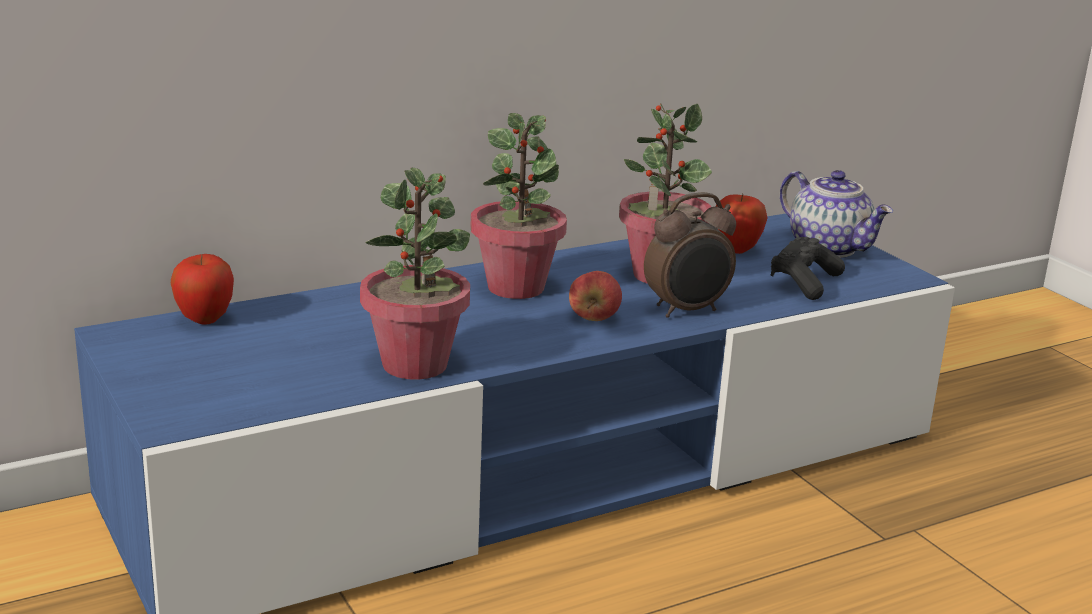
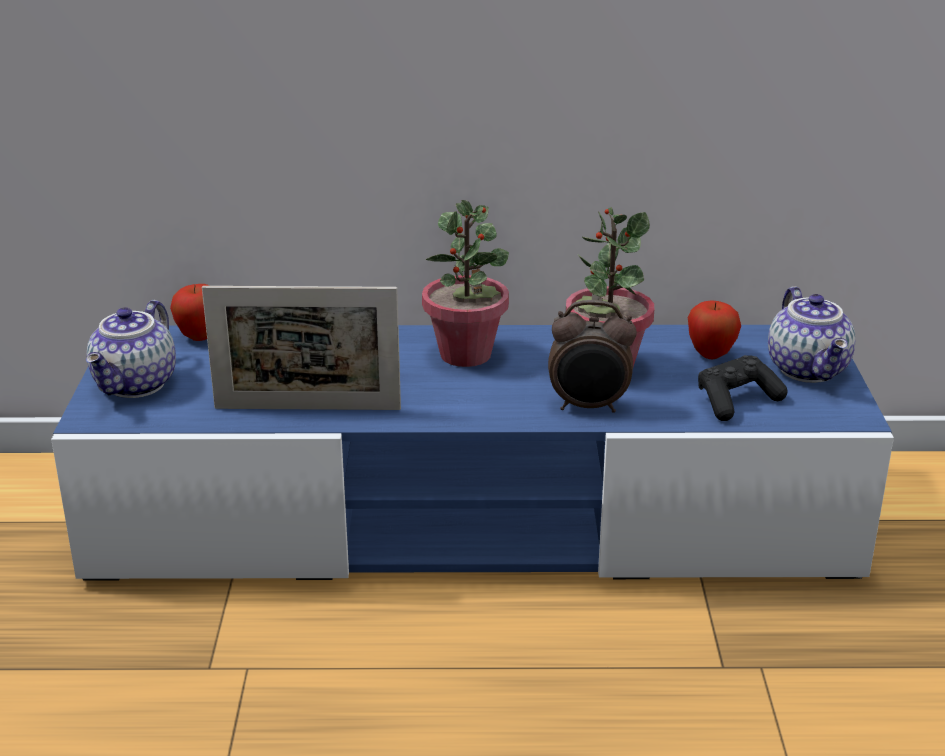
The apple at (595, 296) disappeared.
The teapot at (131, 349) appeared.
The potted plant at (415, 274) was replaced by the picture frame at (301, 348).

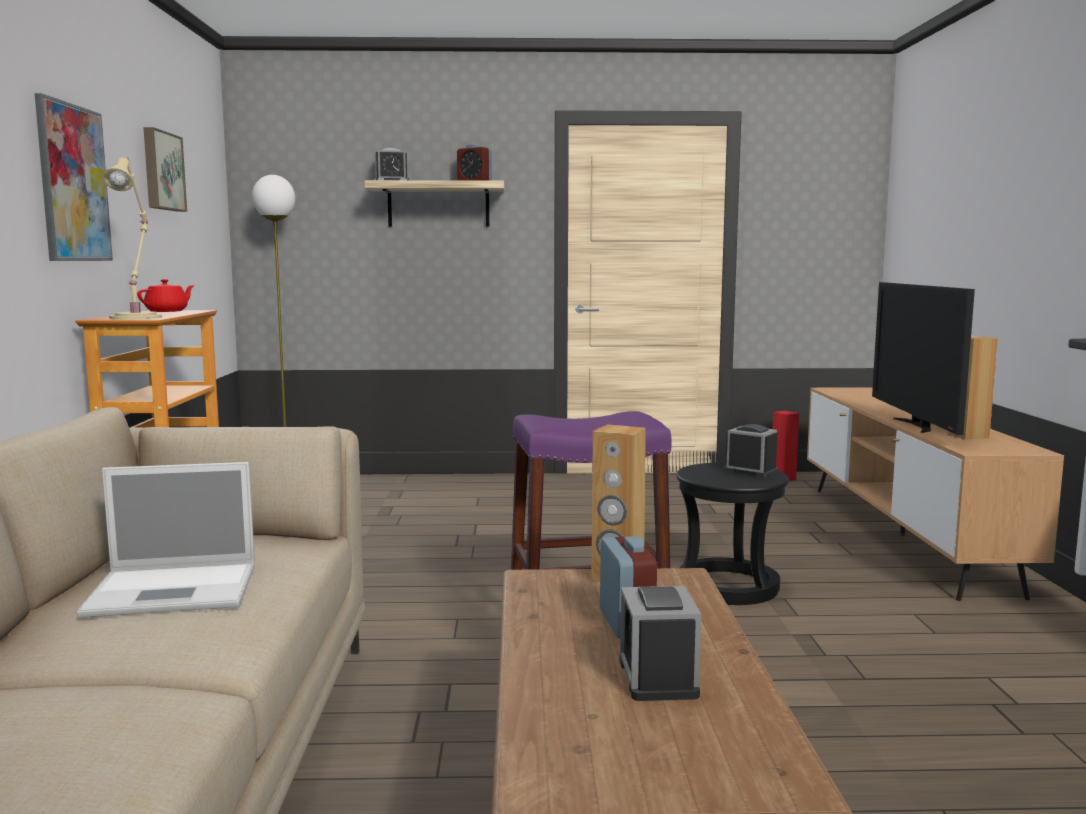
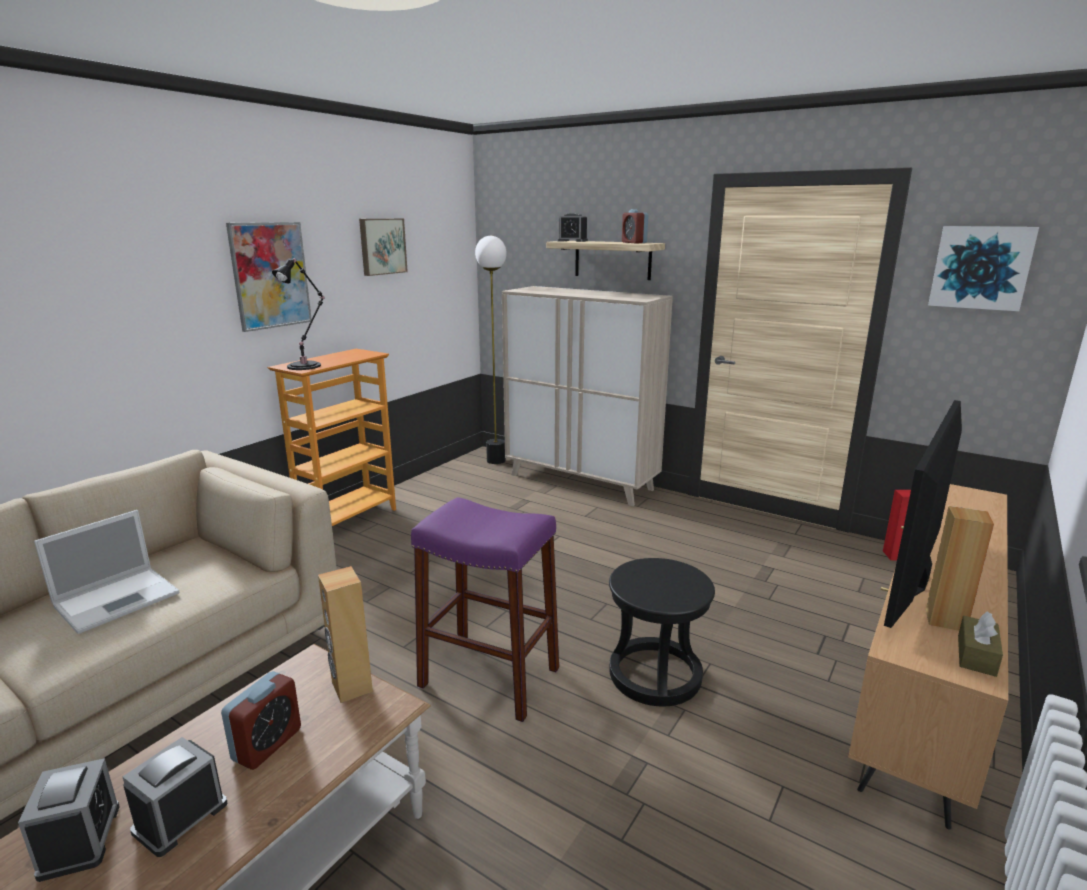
The teapot (red-coloured) at (166, 295) disappeared.
The cupboard (beige-coloured) at (587, 396) appeared.
The wall art at (983, 268) appeared.
The tissue box (brown) at (980, 644) appeared.
The bedside clock moved from (751, 450) to (69, 820).
The tabletop lamp (beige-coloured) at (132, 238) became the tabletop lamp (blackish) at (298, 314).
The notebook computer at (165, 540) turned 75 degrees counterclockwise.

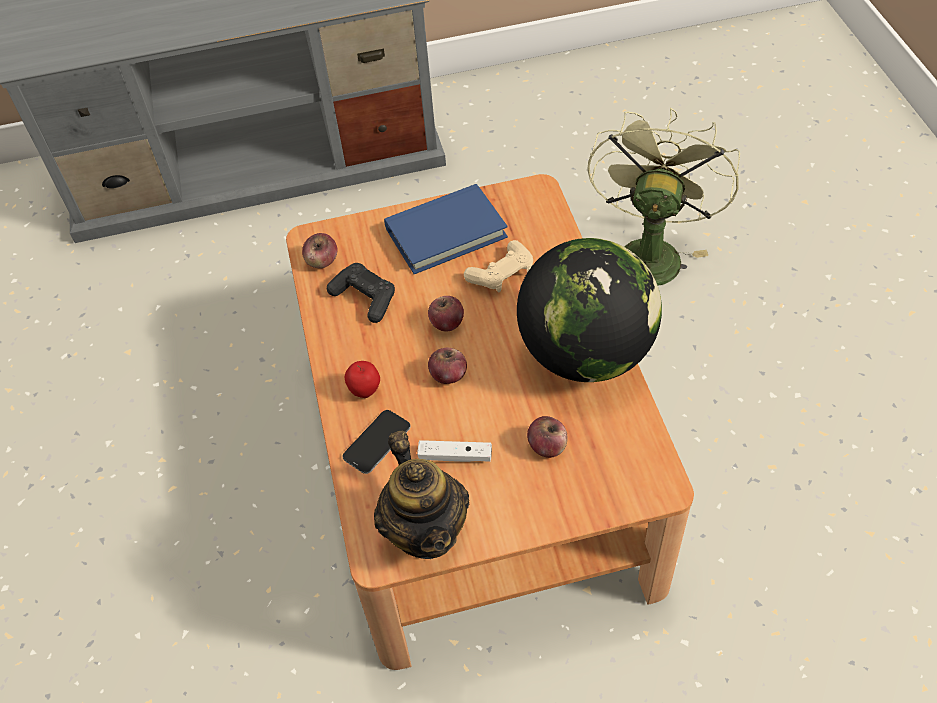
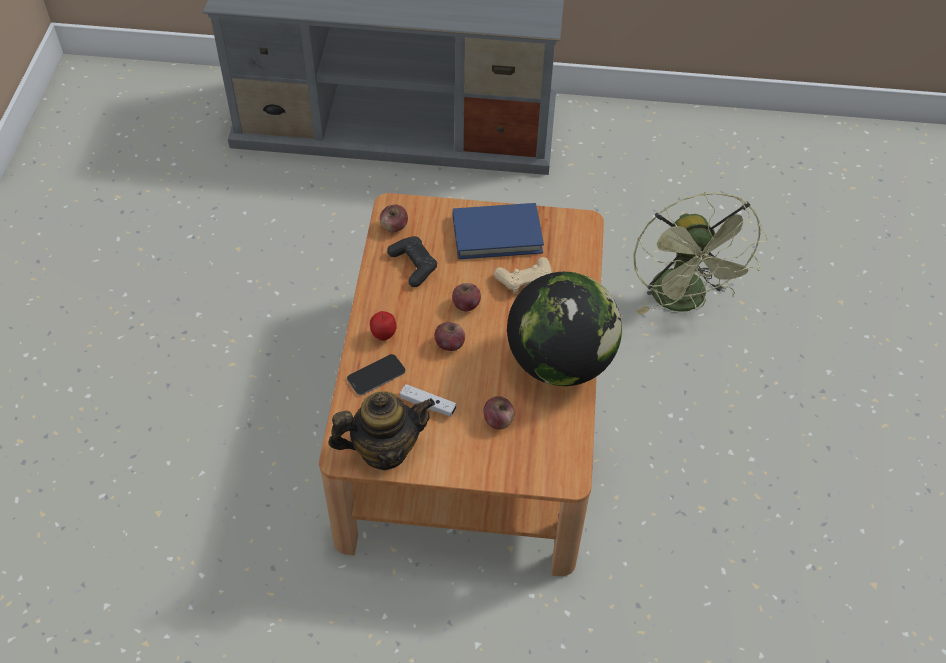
The teapot at (421, 495) turned 105 degrees counterclockwise.
The cooling fan (green-coloured) at (663, 197) turned 135 degrees clockwise.

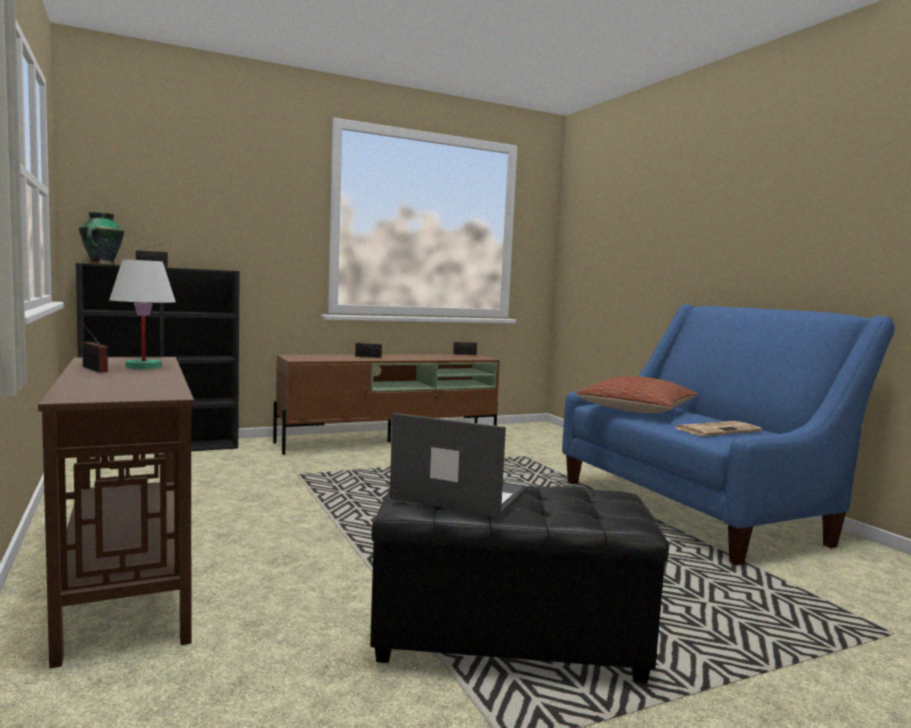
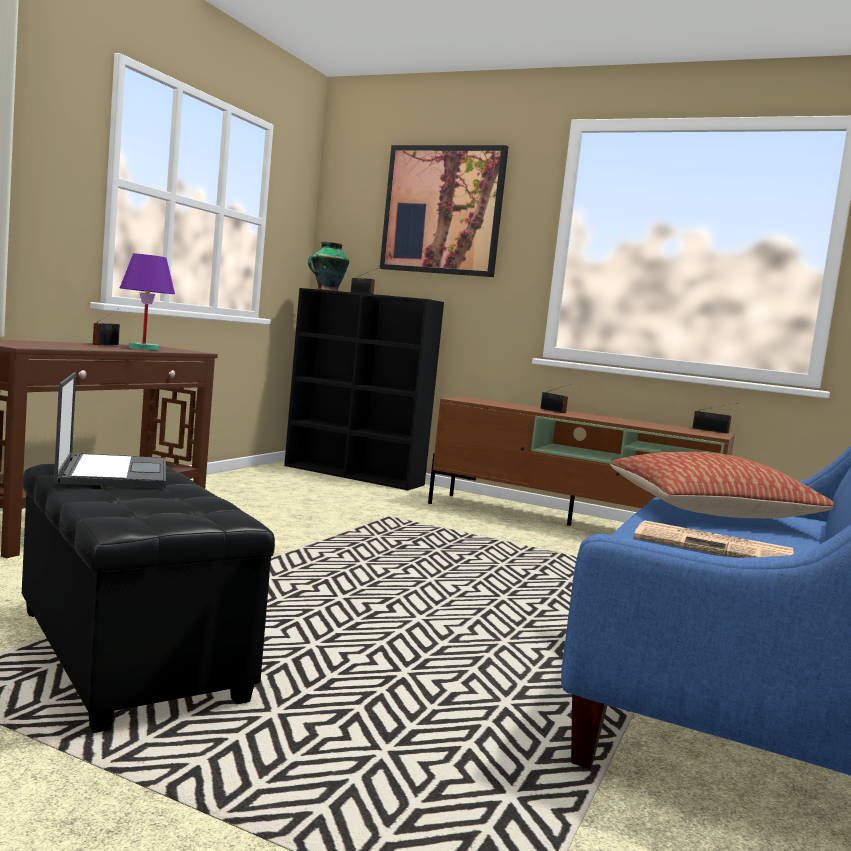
The wall art at (444, 211) appeared.
The tabletop lamp (white) at (142, 314) became the tabletop lamp (purple) at (147, 302).

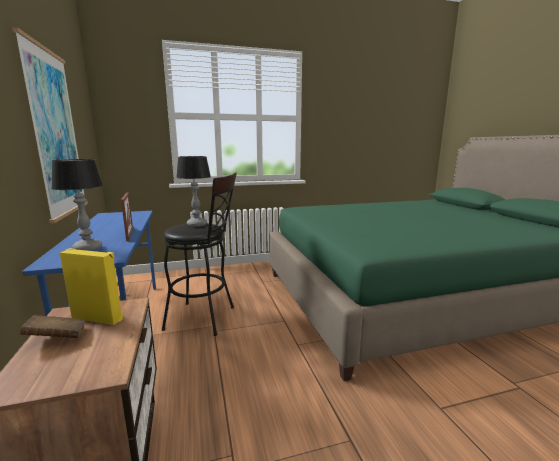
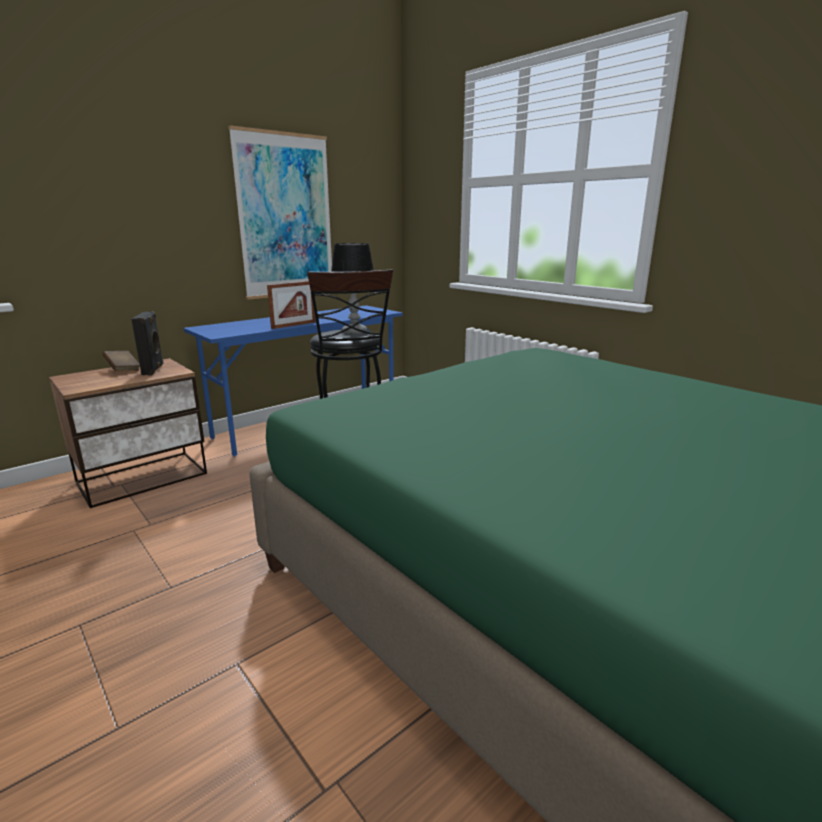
The tabletop lamp at (77, 205) disappeared.
The loudspeaker (yellow-coloured) at (91, 286) became the loudspeaker (blackish) at (147, 343).

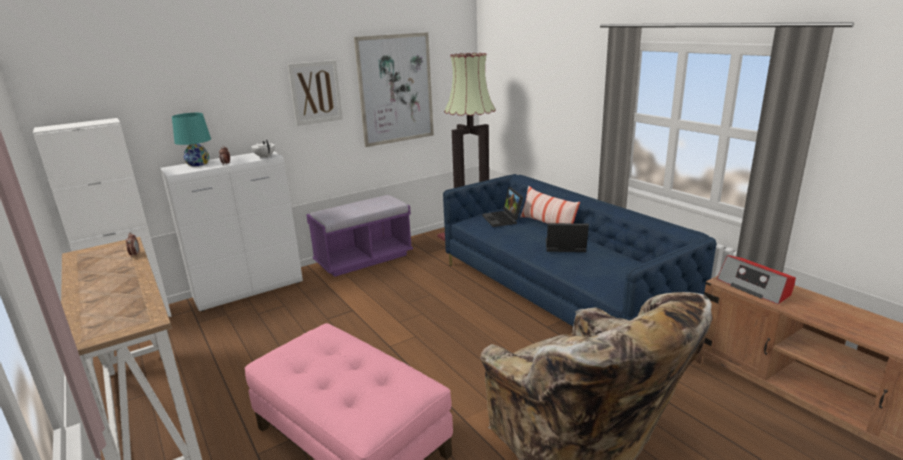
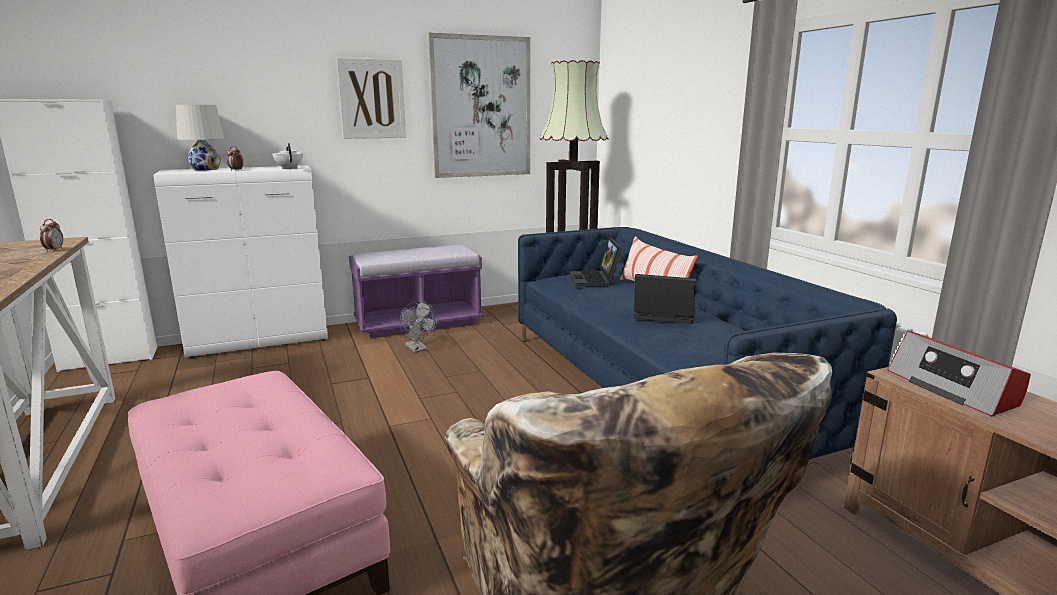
The cooling fan (grey) at (418, 327) appeared.
The tabletop lamp (turquoise-coloured) at (191, 139) became the tabletop lamp (white) at (200, 138).

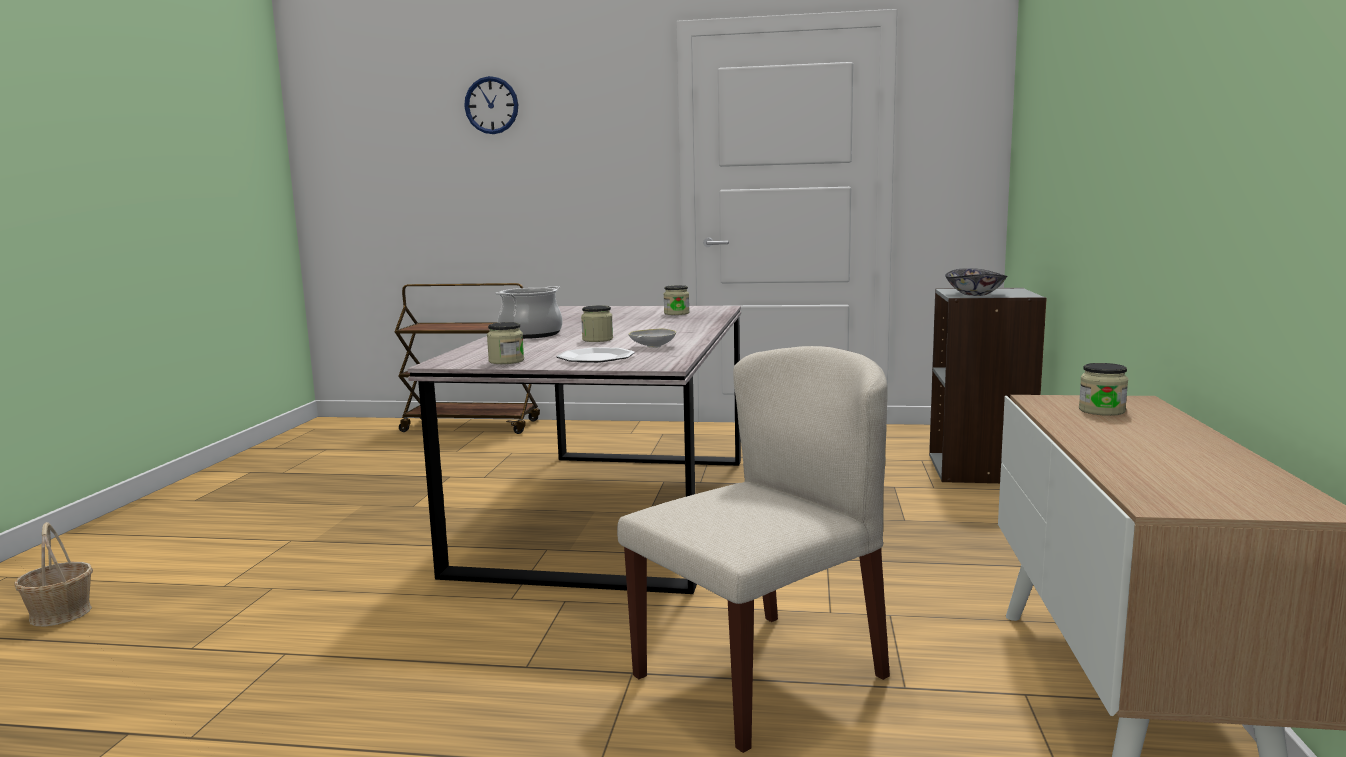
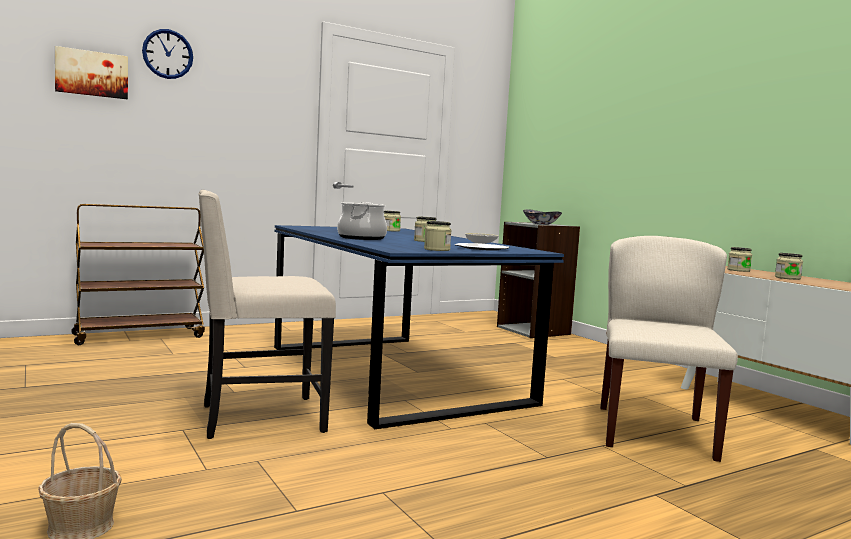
The wall art at (91, 72) appeared.
The chair (beige-coloured) at (267, 314) appeared.
The jar at (789, 266) appeared.
The dinner table (grey) at (574, 450) became the dinner table (bluish) at (419, 327).

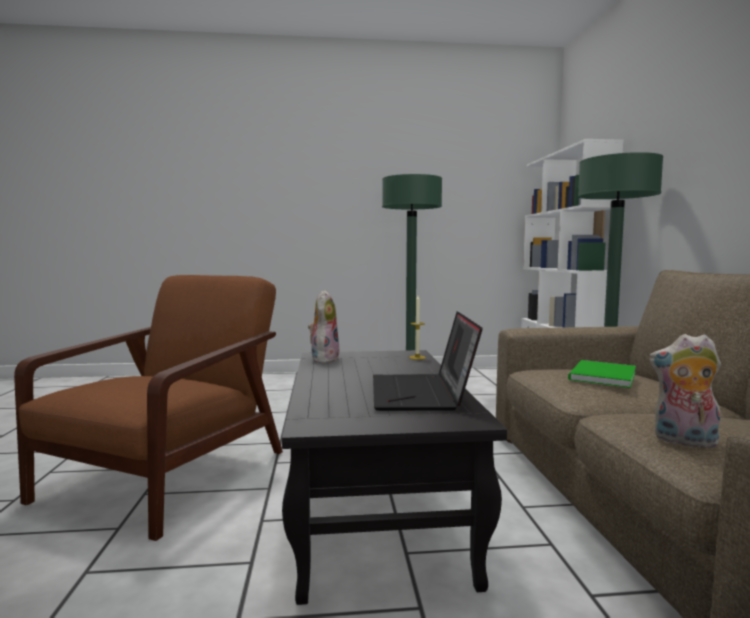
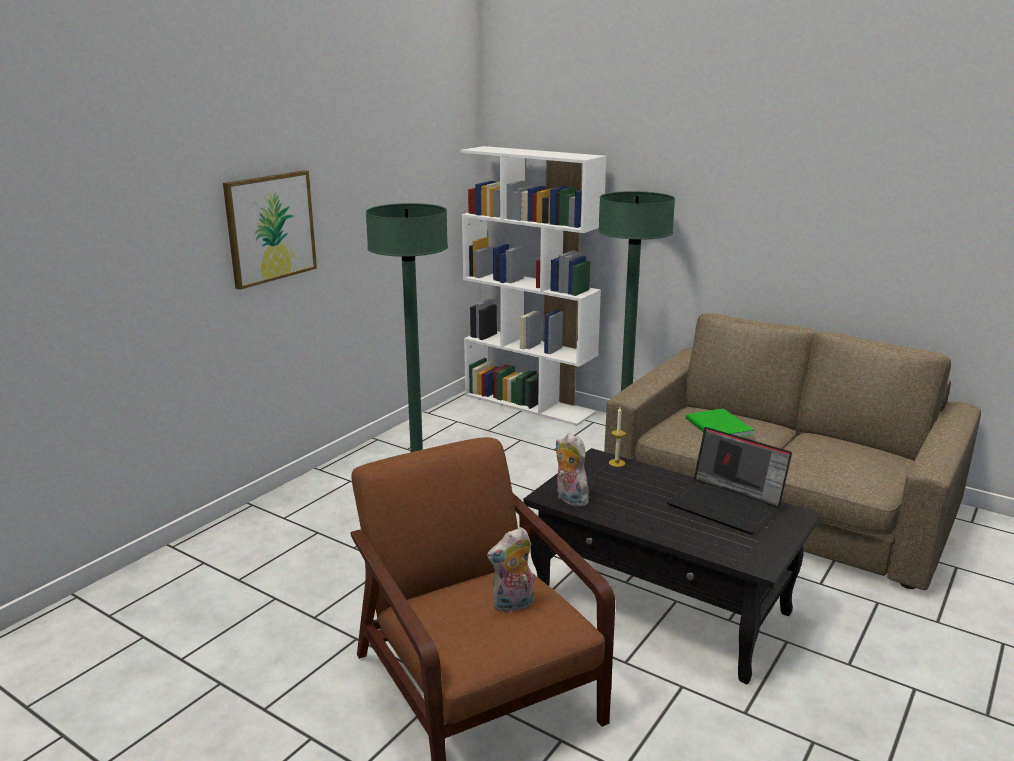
The wall art at (270, 230) appeared.
The cuddly toy moved from (685, 391) to (510, 569).

